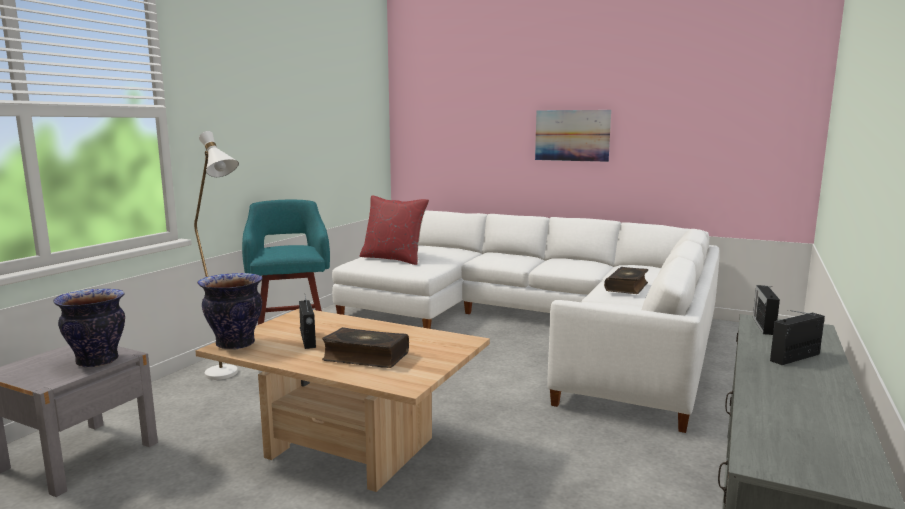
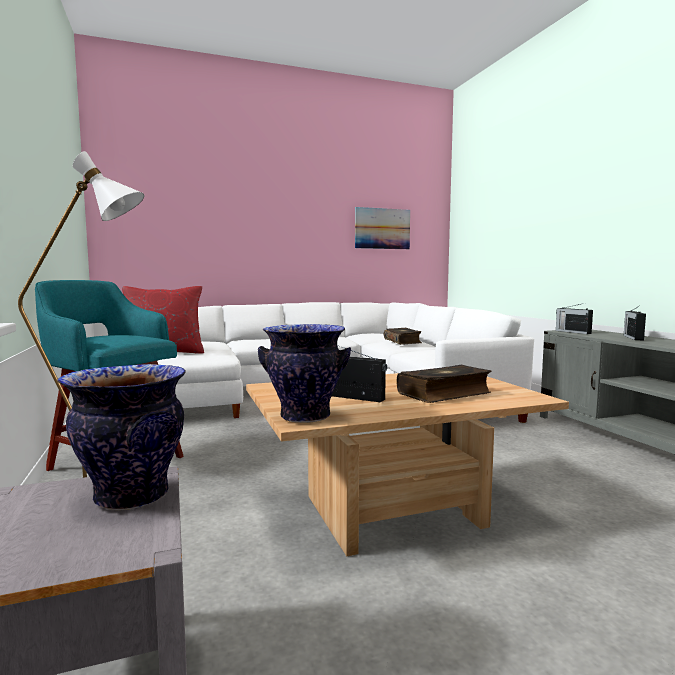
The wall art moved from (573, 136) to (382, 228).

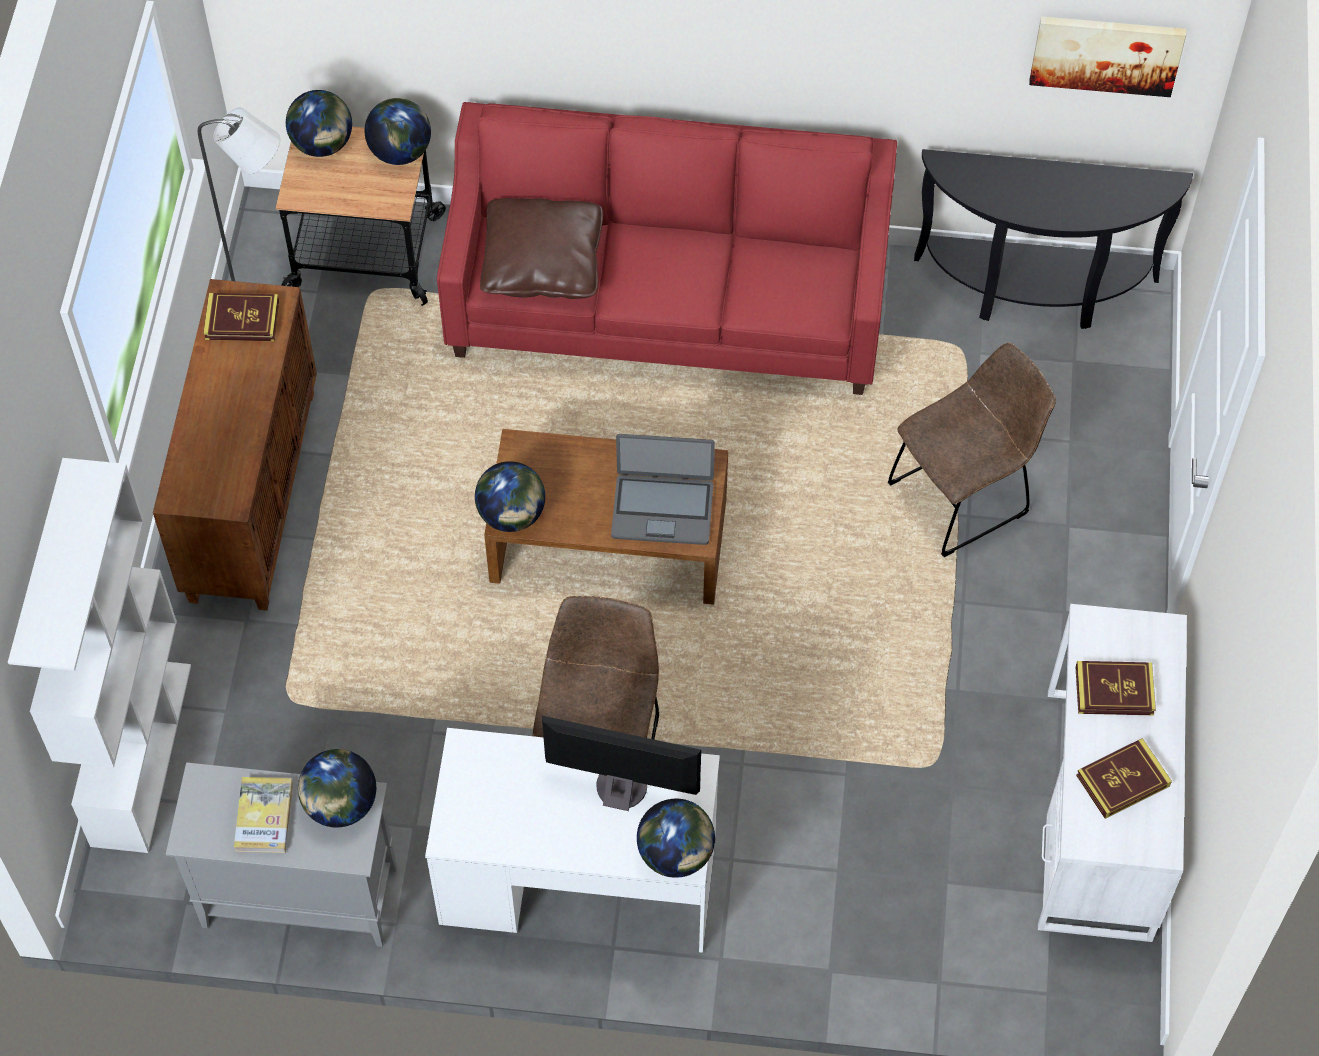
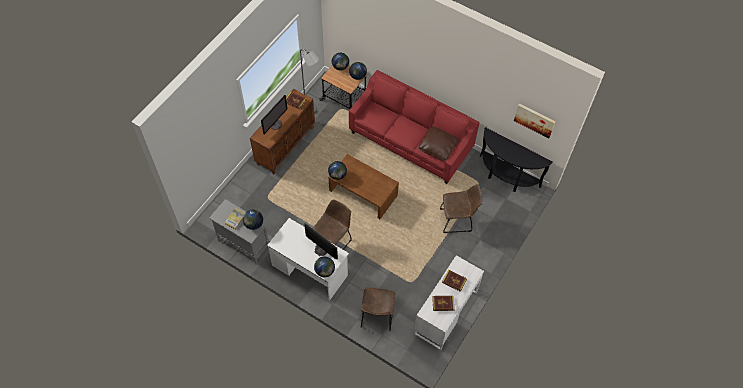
The shelving unit (white) at (99, 655) disappeared.
The notebook computer at (663, 489) disappeared.
The monitor at (274, 114) appeared.
The chair (brown) at (378, 309) appeared.
The throw pillow (brown) moved from (541, 248) to (438, 143).

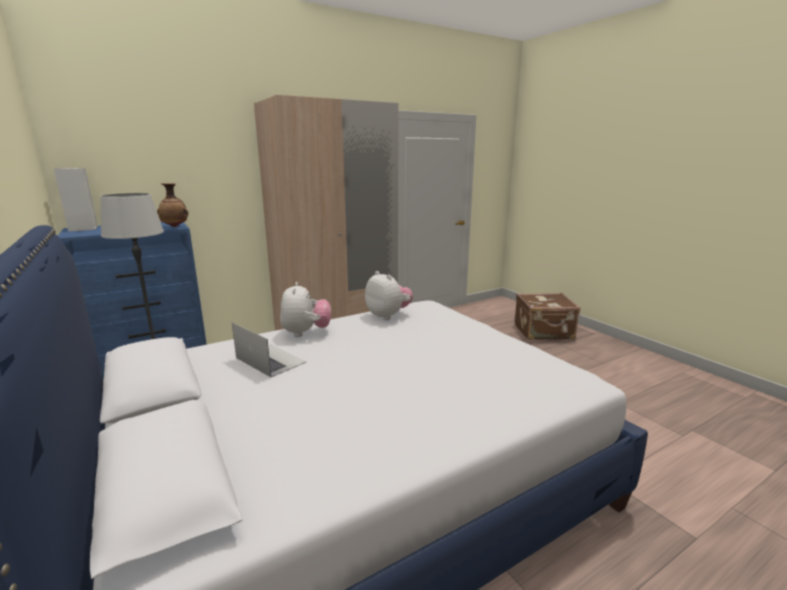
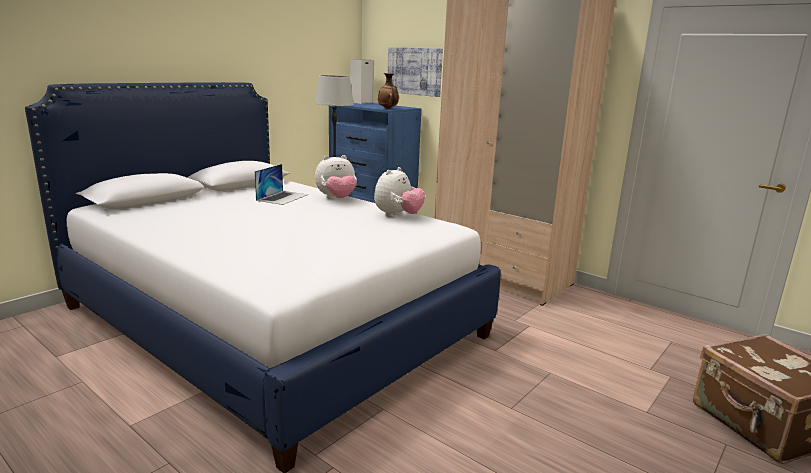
The wall art at (415, 72) appeared.

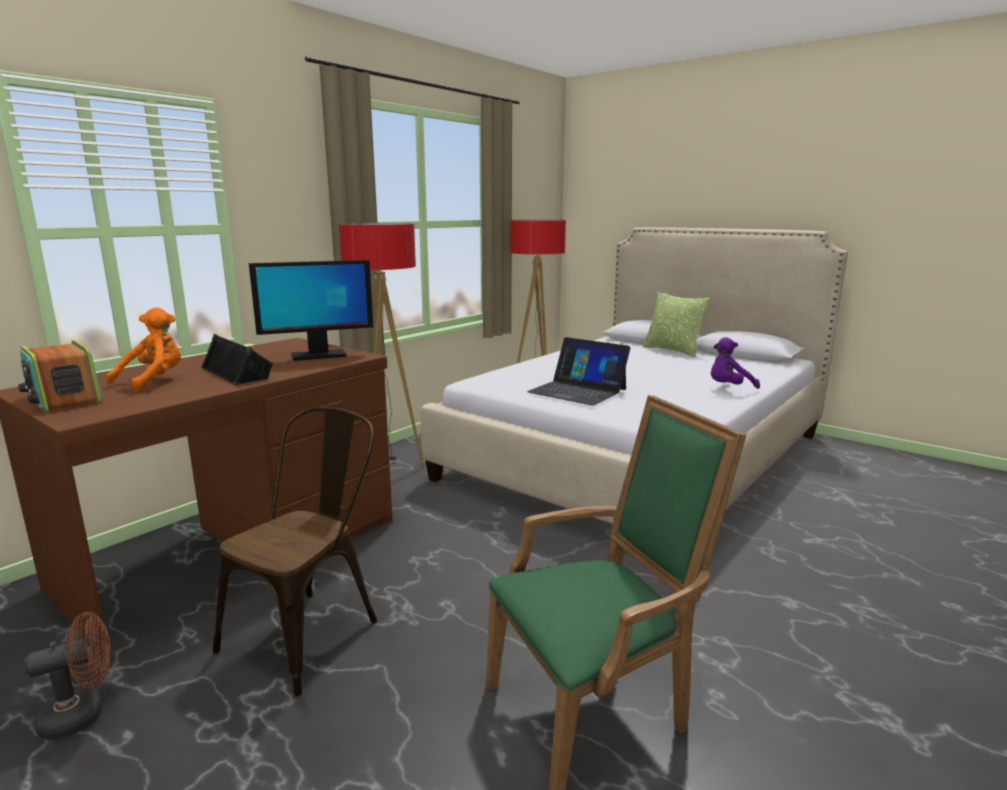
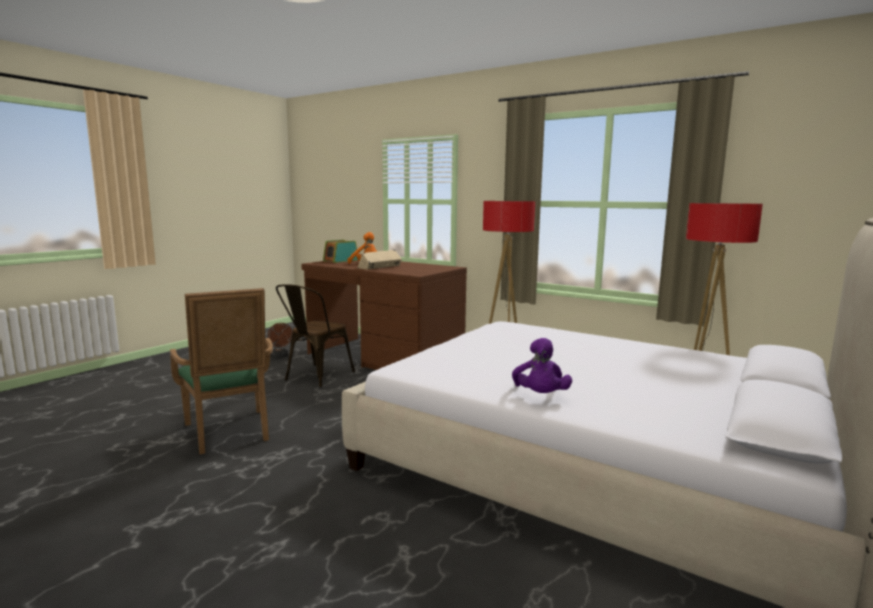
The monitor at (311, 310) disappeared.
The notebook computer at (578, 371) disappeared.
The throw pillow at (676, 324) disappeared.
The loudspeaker (blackish) at (237, 359) became the loudspeaker (beige-coloured) at (379, 260).
The chair (brown) at (295, 551) turned 90 degrees clockwise.
The cuddly toy (purple) at (735, 363) turned 150 degrees counterclockwise.

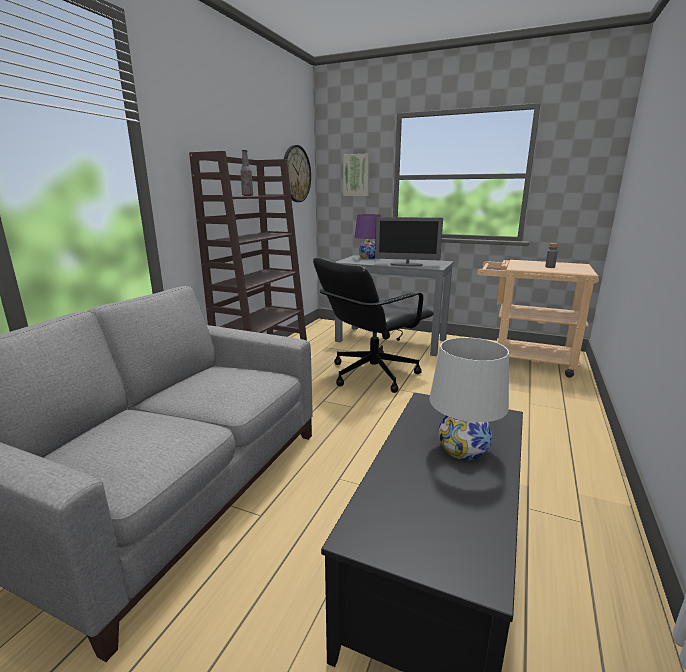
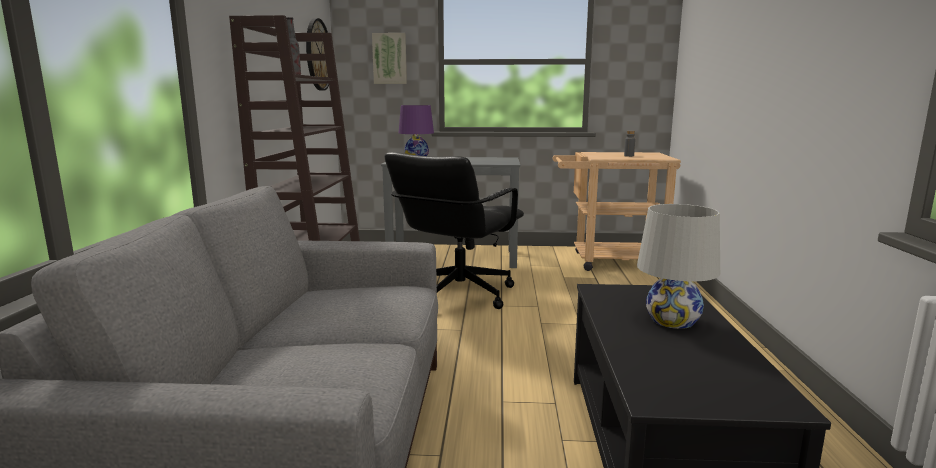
The monitor at (409, 241) disappeared.

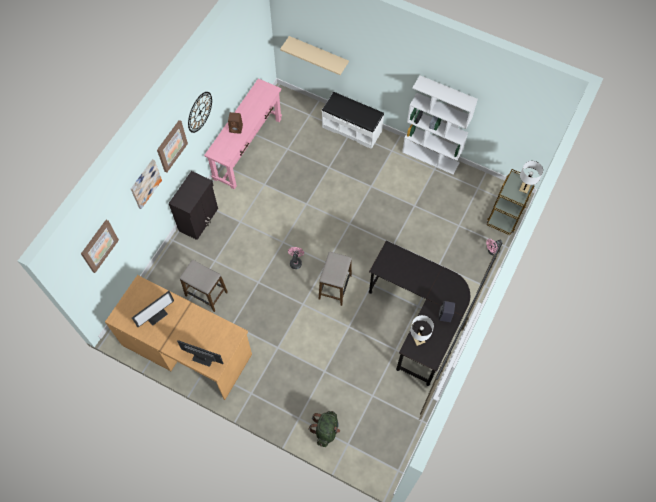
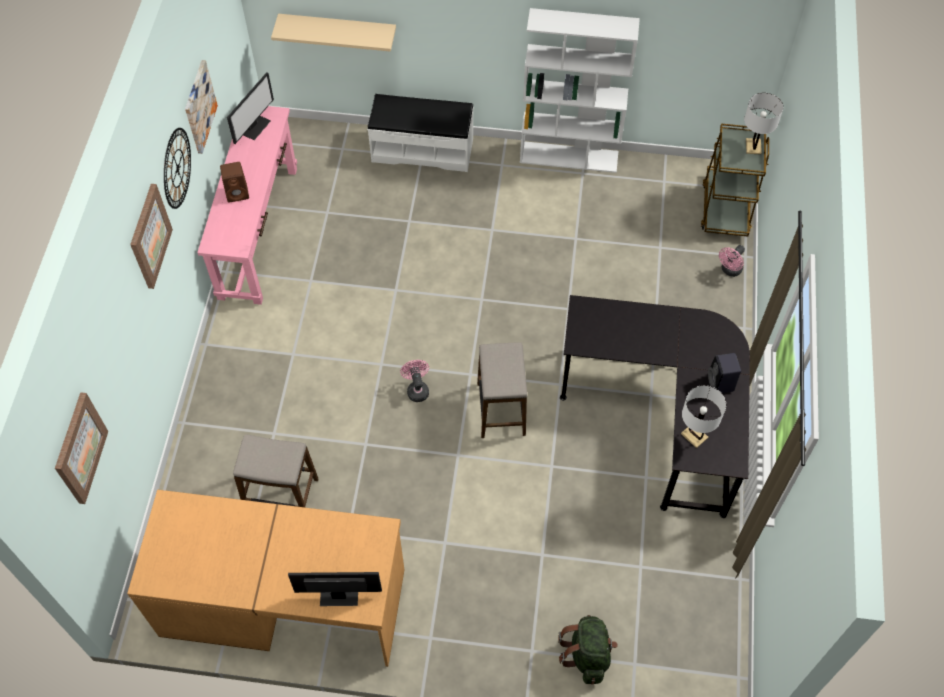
The cupboard (blackish) at (193, 205) disappeared.
The wall art moved from (146, 184) to (201, 107).
The monitor moved from (153, 309) to (250, 108).

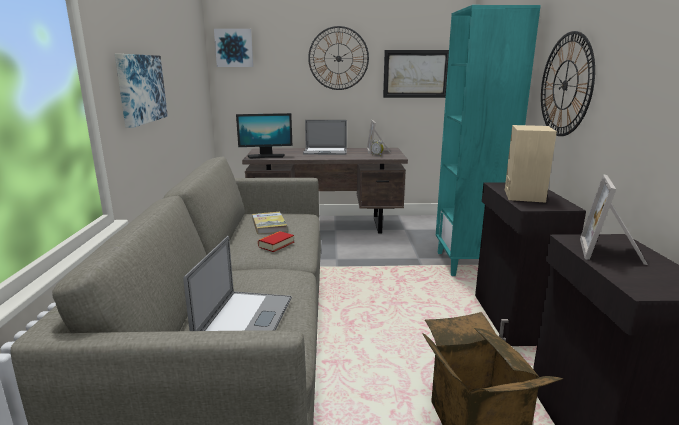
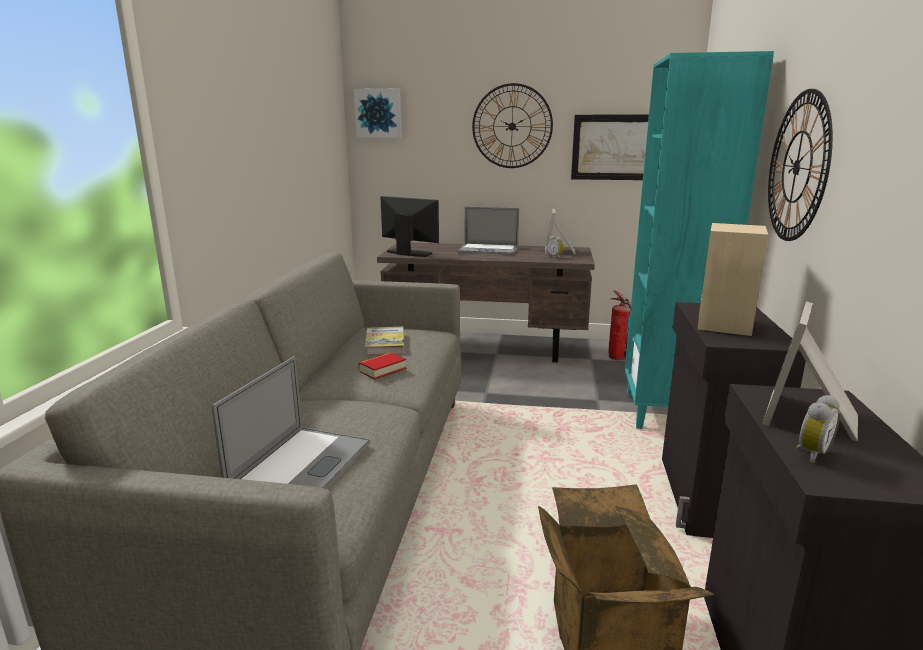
The wall art at (141, 91) disappeared.
The fire-fighting cylinder at (619, 325) appeared.
The bedside clock at (818, 429) appeared.
The monitor at (264, 136) turned 150 degrees counterclockwise.

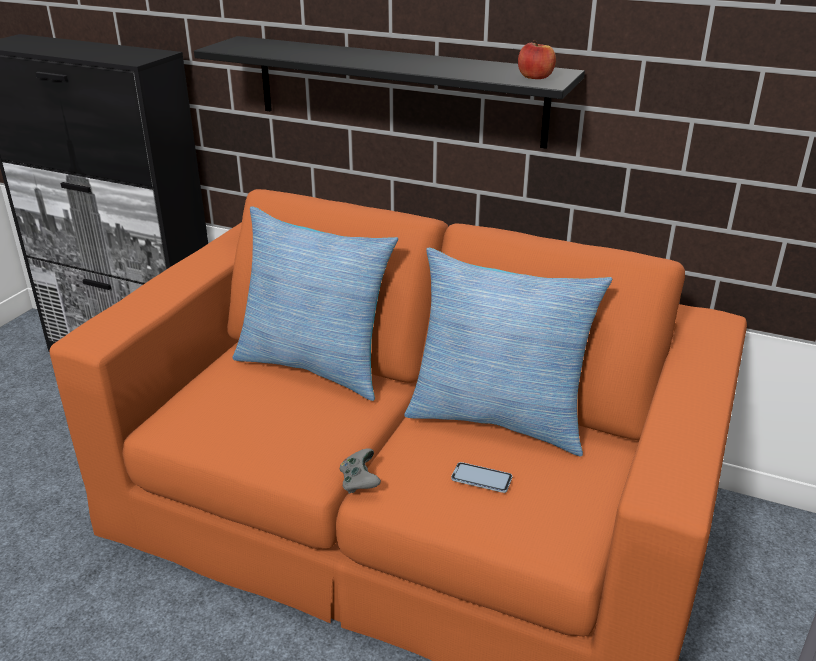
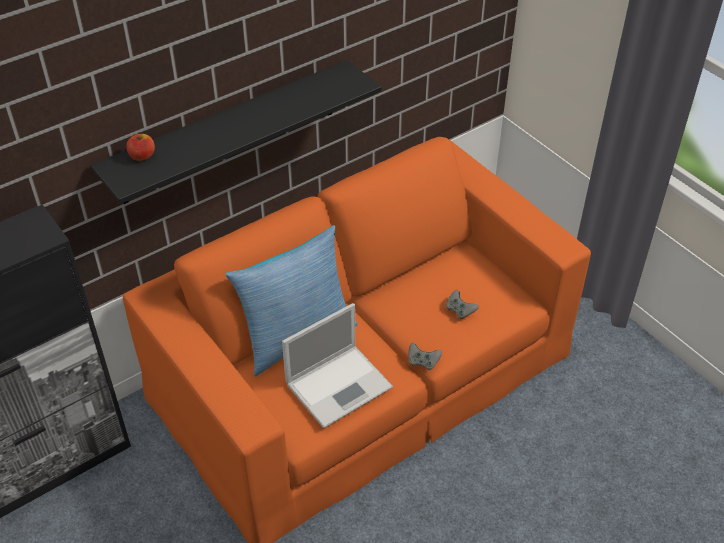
The throw pillow at (508, 352) disappeared.
The notebook computer at (337, 365) appeared.
The apple moved from (537, 59) to (140, 147).
The phone at (481, 477) was replaced by the gamepad (grey) at (462, 304).

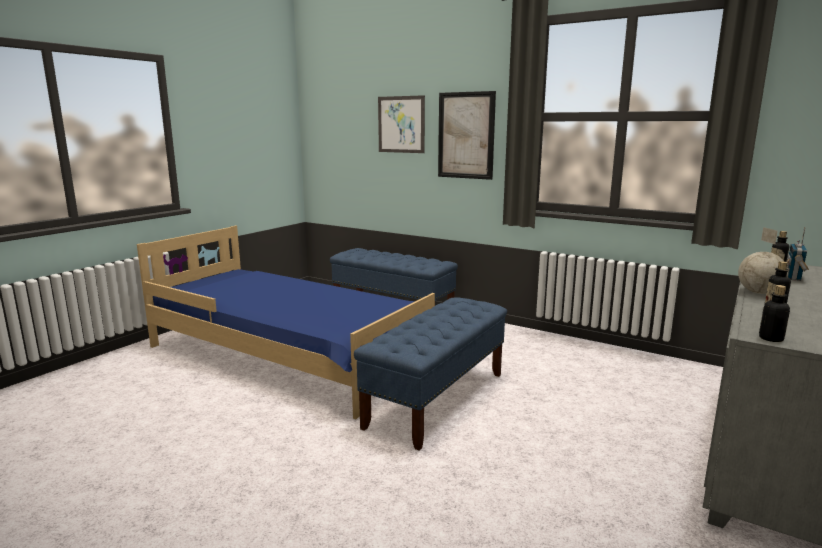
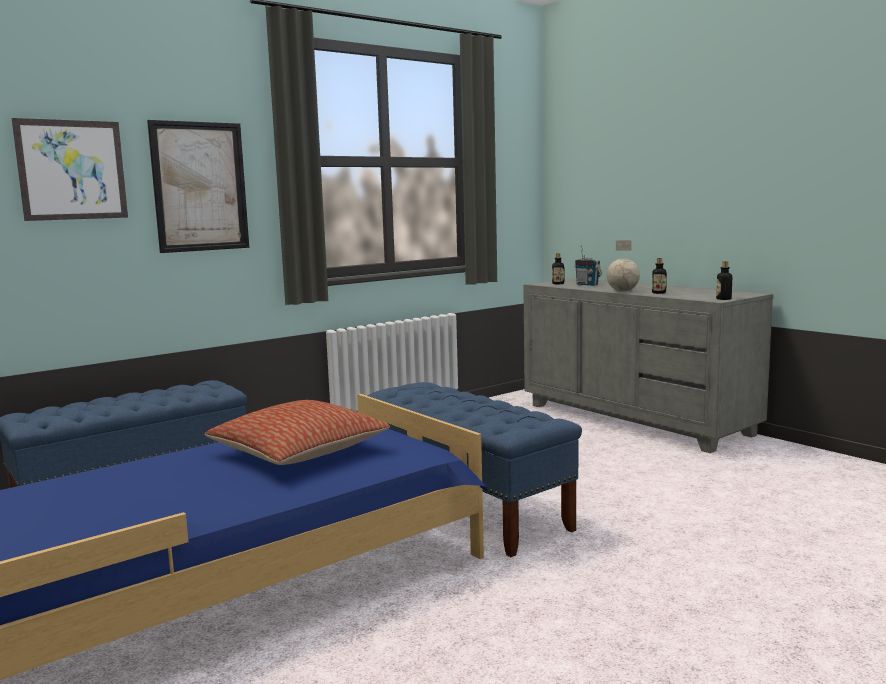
The throw pillow at (297, 432) appeared.

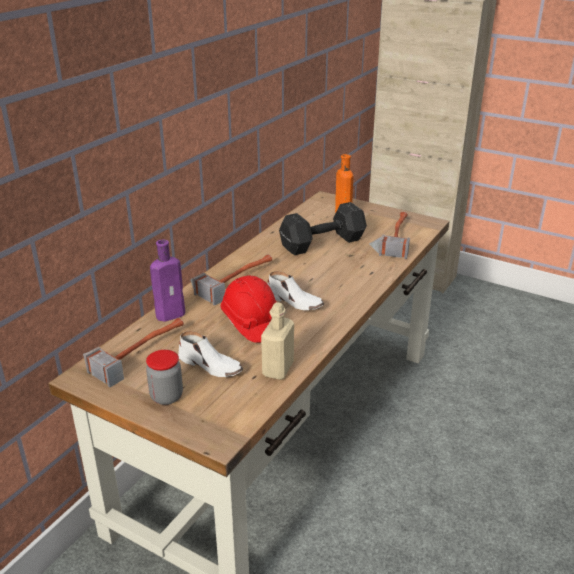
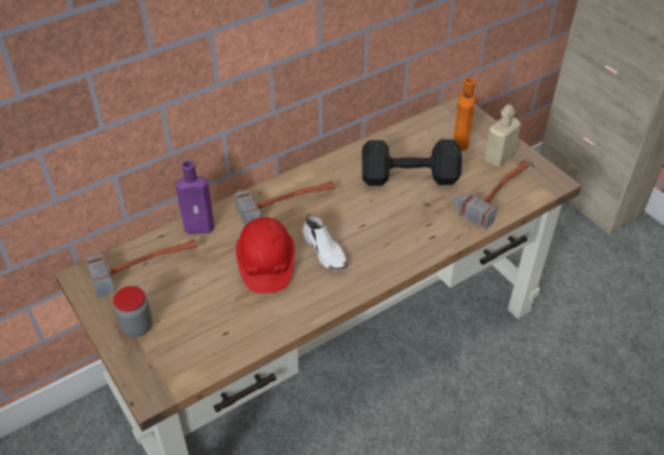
The item of footwear (white) at (210, 354) disappeared.
The bottle (beige-coloured) moved from (277, 341) to (502, 135).

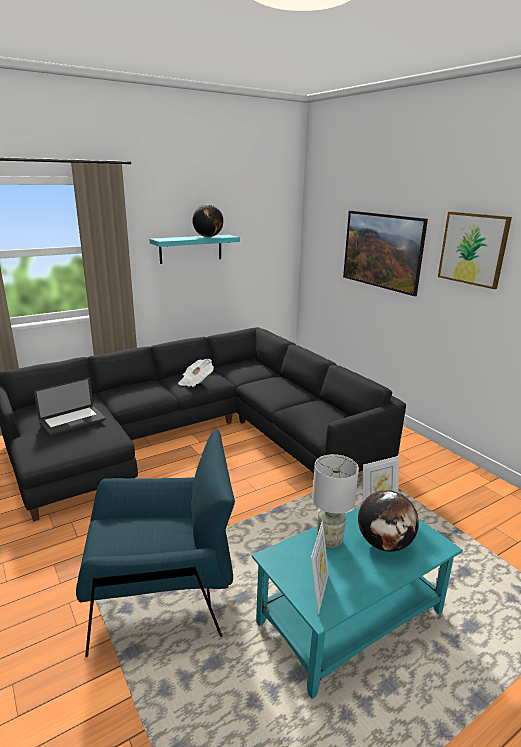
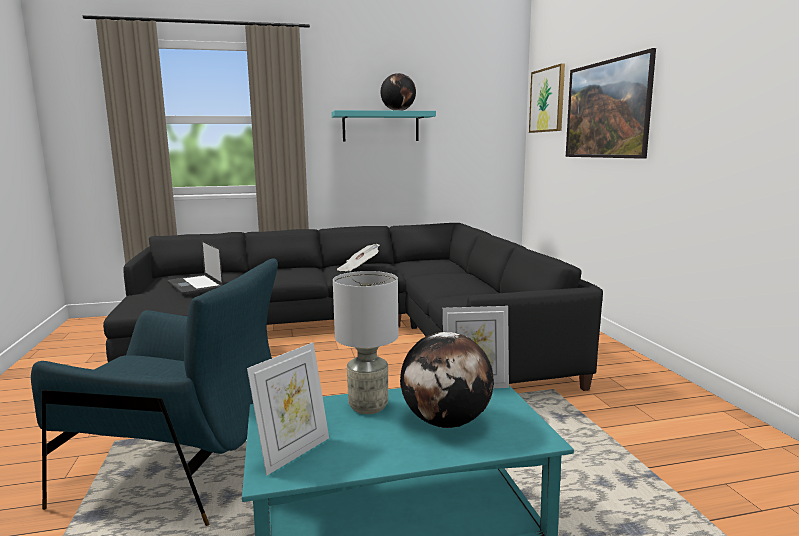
The wall art moved from (475, 250) to (547, 98).
The notebook computer at (70, 406) turned 75 degrees clockwise.

